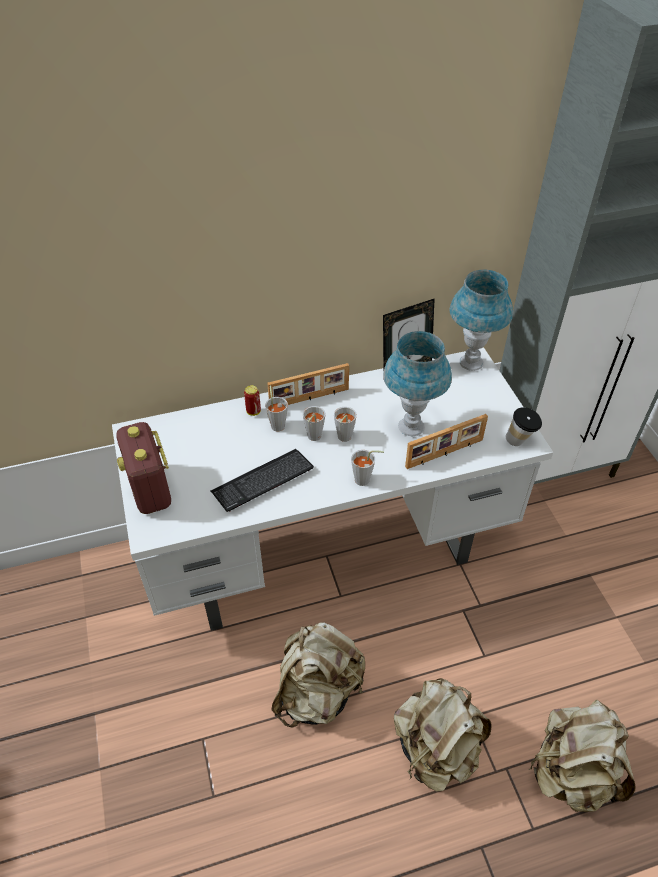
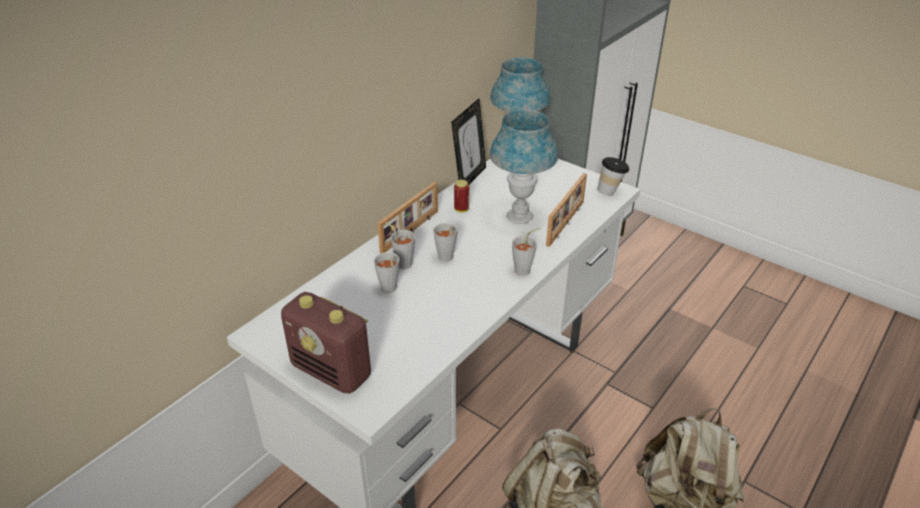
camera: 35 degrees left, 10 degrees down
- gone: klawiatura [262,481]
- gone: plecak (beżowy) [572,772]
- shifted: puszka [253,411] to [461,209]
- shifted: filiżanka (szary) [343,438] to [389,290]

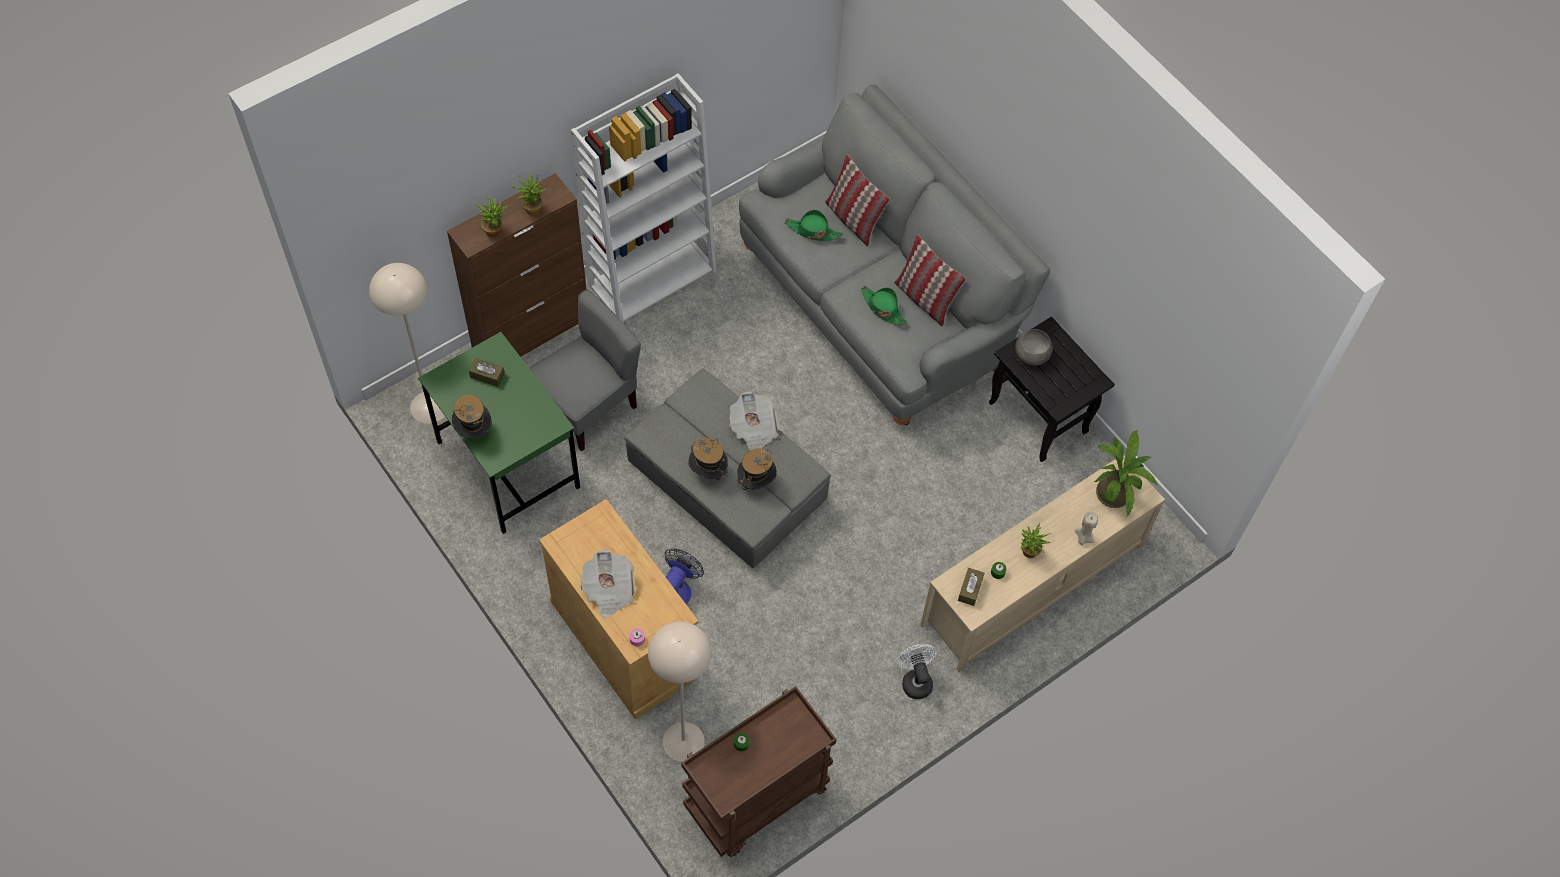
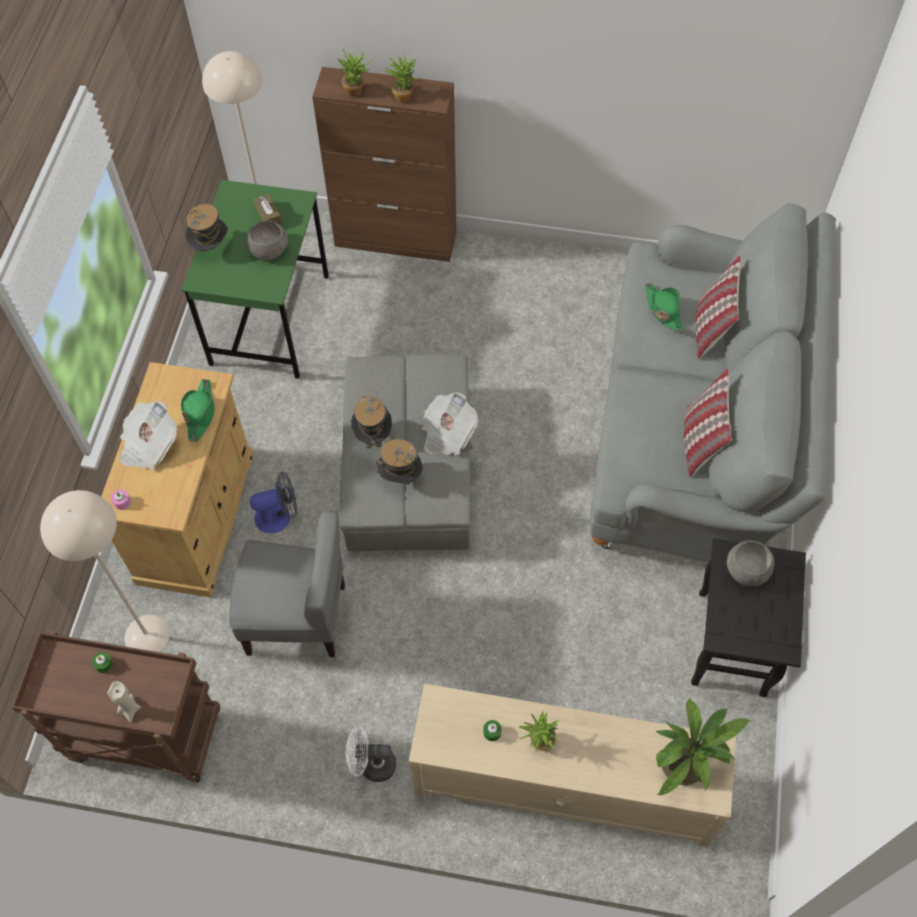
camera: 50 degrees right, 0 degrees up
- gone: regał (biały) [652,276]
- gone: pudełko chusteczek (brązowy) [970,589]
- new: miska (szary) [269,249]
- shifted: krzesło (szary) [587,406] to [297,617]
- shifted: kapelusz (zielony) [883,308] to [200,412]
- shifted: świeca (beżowy) [1083,538] to [129,709]
- rotated: wentylator (biały) [915,680] = [371,765] 120 degrees counterclockwise

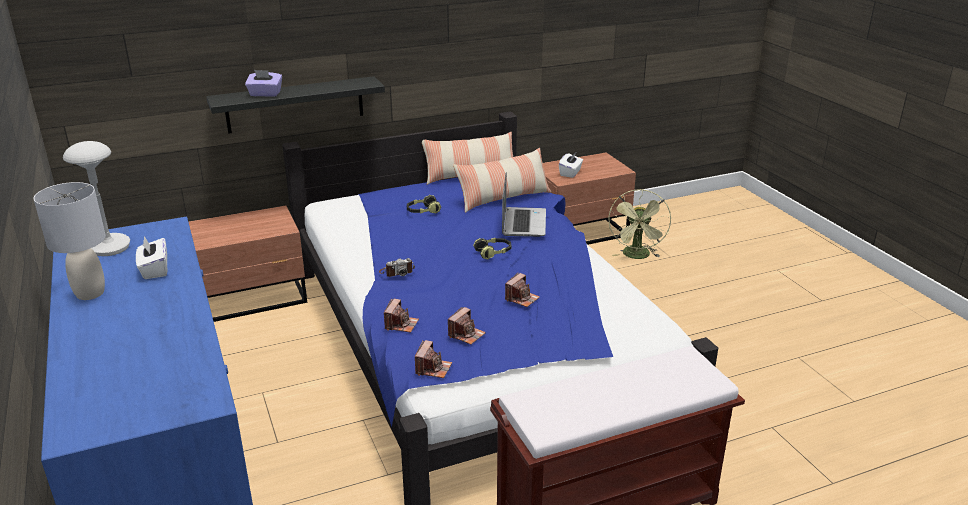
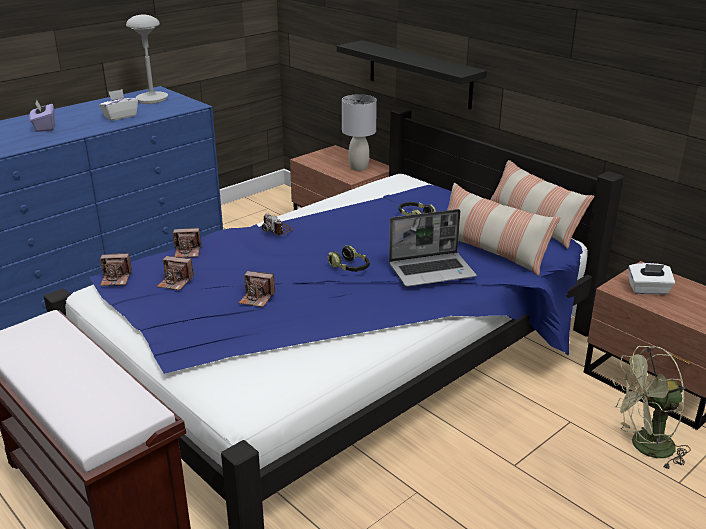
camera: 70 degrees right, 0 degrees up
- shifted: lampa stołowa (szary) [90,293] to [358,168]
- shifted: pudełko chusteczek (fioletowy) [265,94] to [44,127]

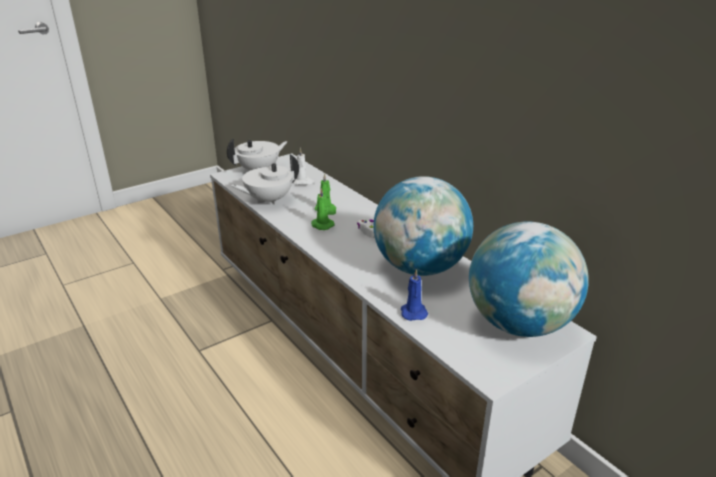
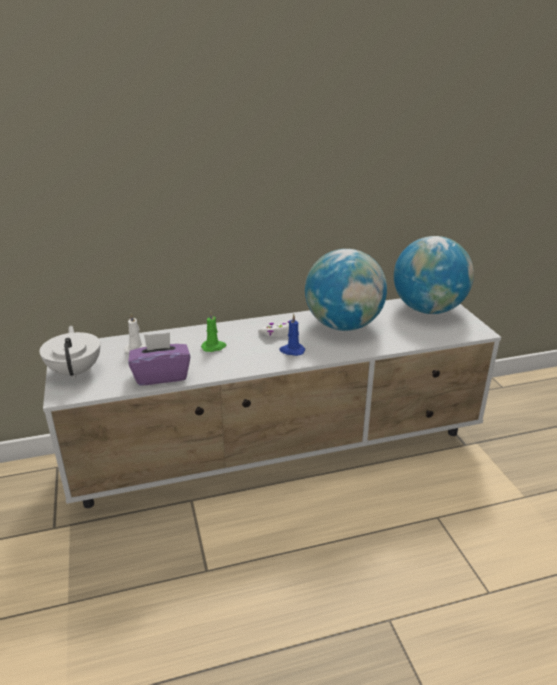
camera: 70 degrees left, 0 degrees up
- gone: świeca (zielony) [321,225]
- shifted: świeca (niebieski) [413,312] to [292,351]
- swapped: imbryk (biały) [268,200] to pudełko chusteczek (fioletowy) [161,375]

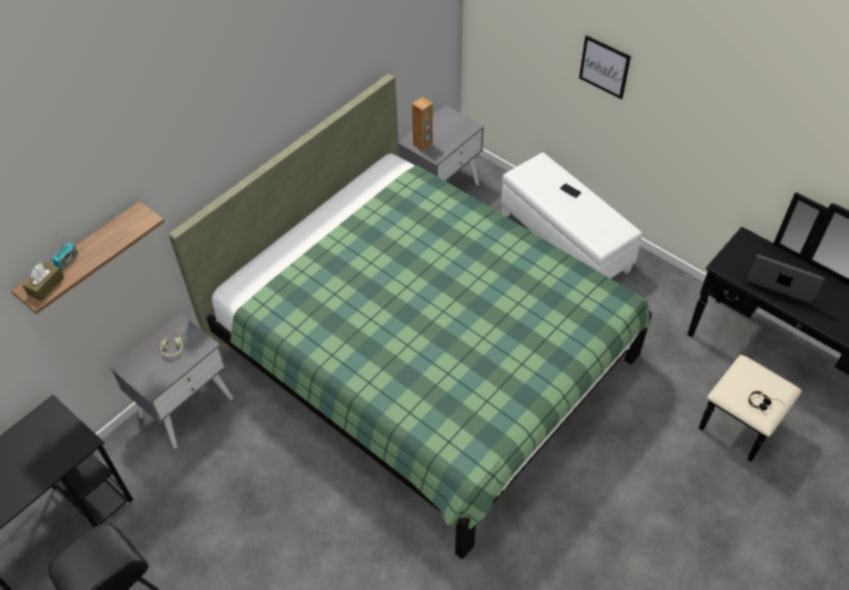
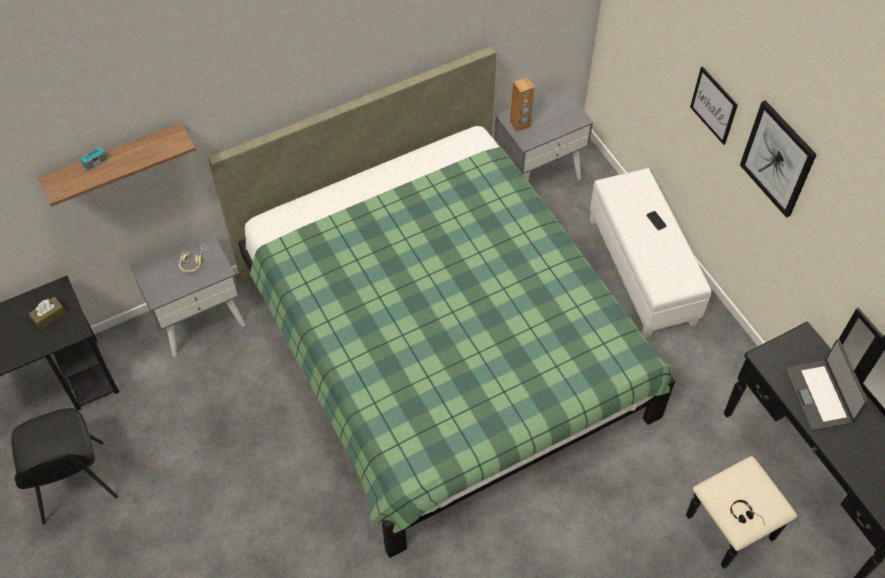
camera: 20 degrees right, 5 degrees up
- new: obraz [778,159]
- shifted: pudełko chusteczek (brązowy) [46,286] to [49,316]
- rotated: laptop [782,281] = [820,395] 150 degrees counterclockwise

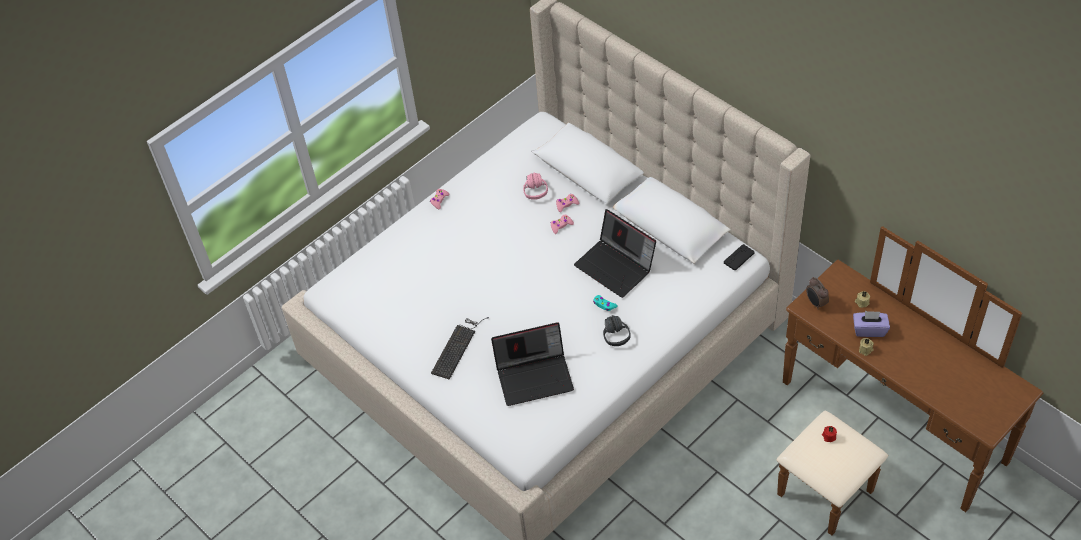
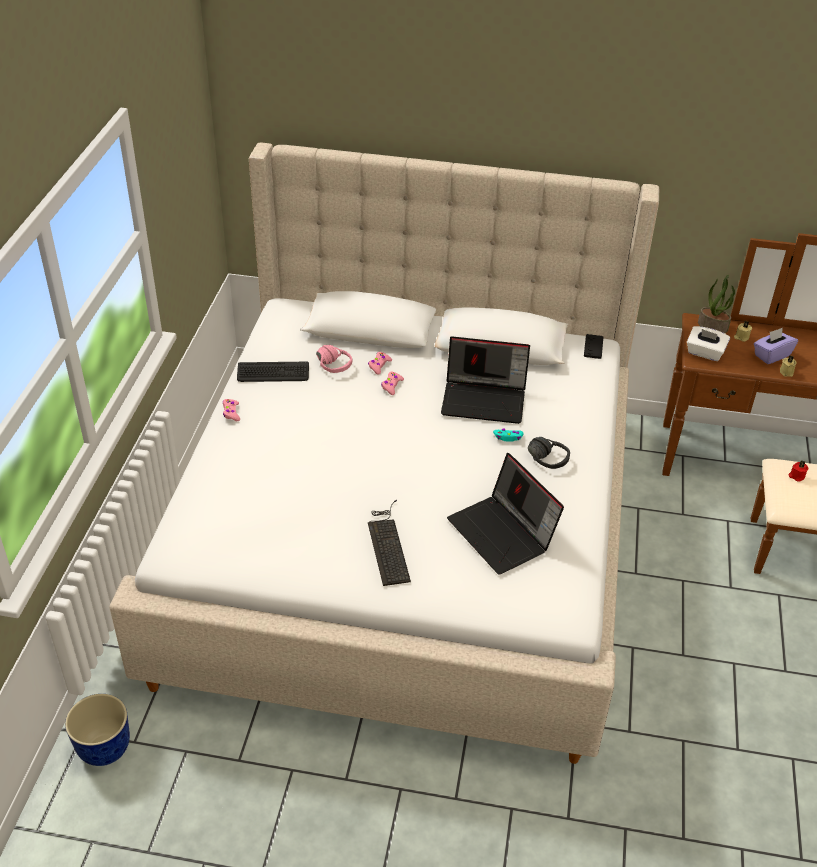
camera: 40 degrees left, 10 degrees down
- new: donica [103,749]
- new: klawiatura [273,373]
- new: roślina doniczkowa [713,326]
- swapped: budzik [815,303] to pudełko chusteczek (biały) [704,353]
- rotated: laptop [535,376] = [503,534] 105 degrees clockwise

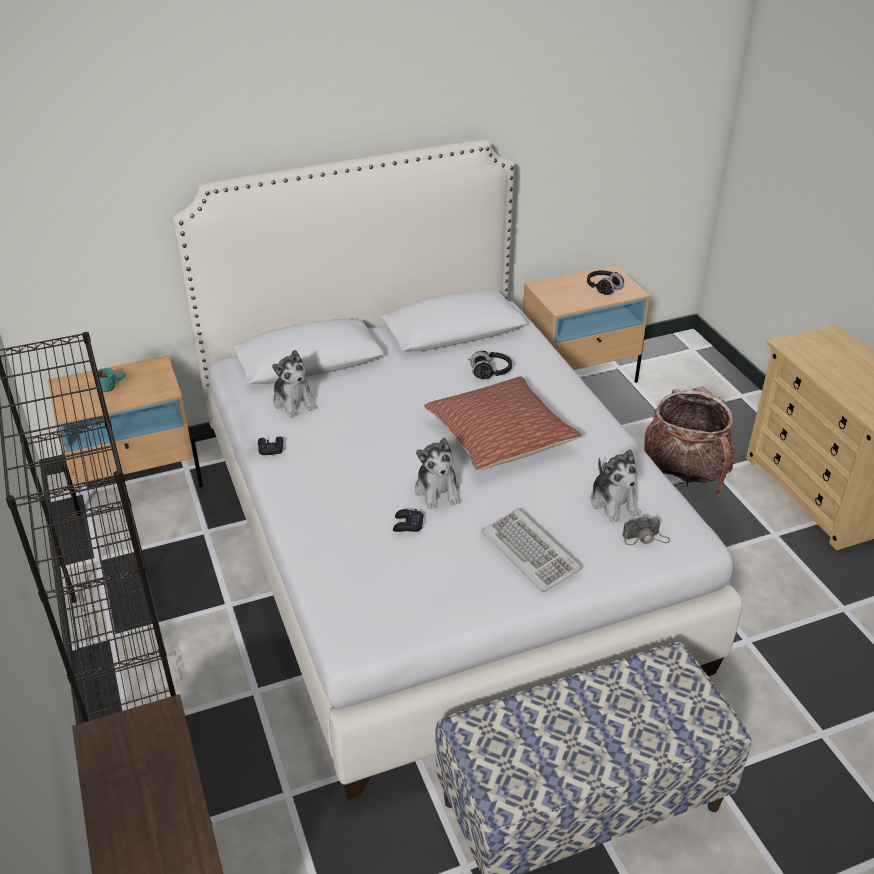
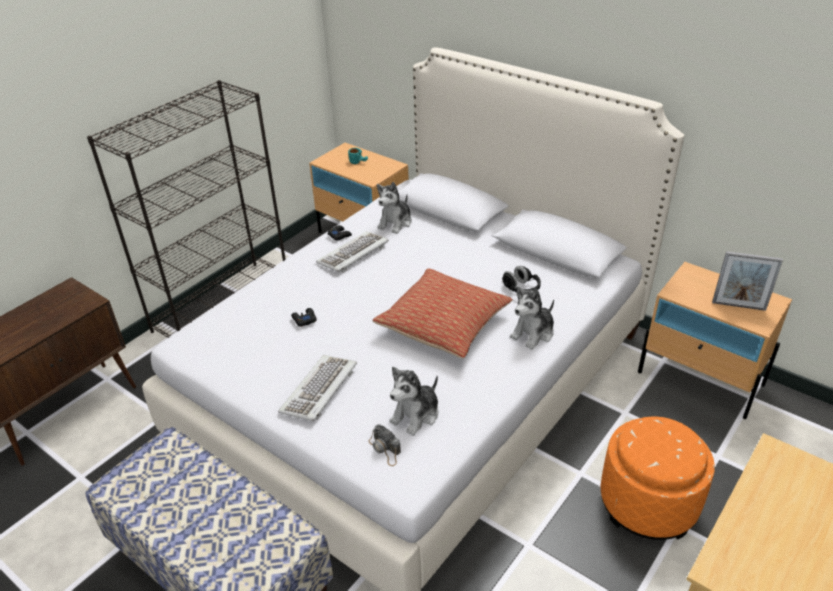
camera: 60 degrees right, 0 degrees up
- new: klawiatura [353,254]
- shifted: pluszak [437,490] to [533,333]
- swapped: słuchawki (czarny) [603,288] to ramka na zdjęcie [738,306]
- swapped: plecak [684,475] to pufa (pomarańczowy) [648,503]

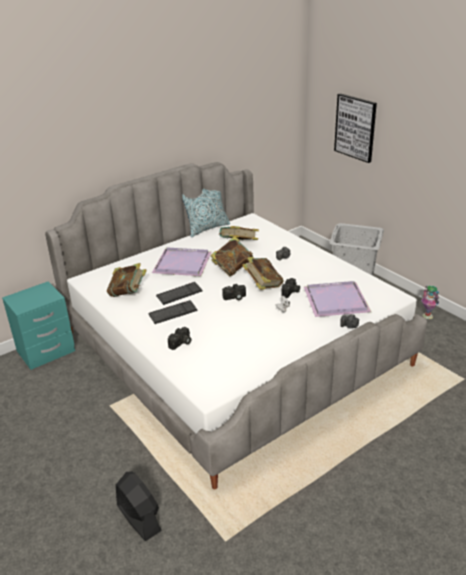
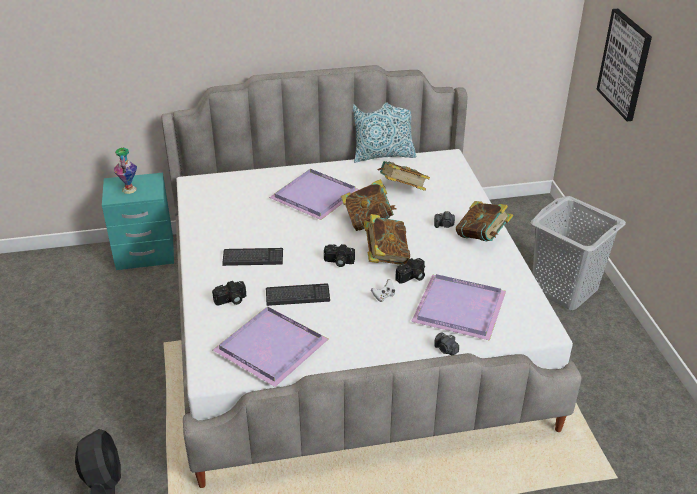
camera: 25 degrees right, 5 degrees up
- new: taca (fioletowy) [273,347]
- shifted: książka [128,293] to [482,237]
- shifted: klawiatura [179,294] to [297,296]
- shifted: wazon [427,316] to [129,189]

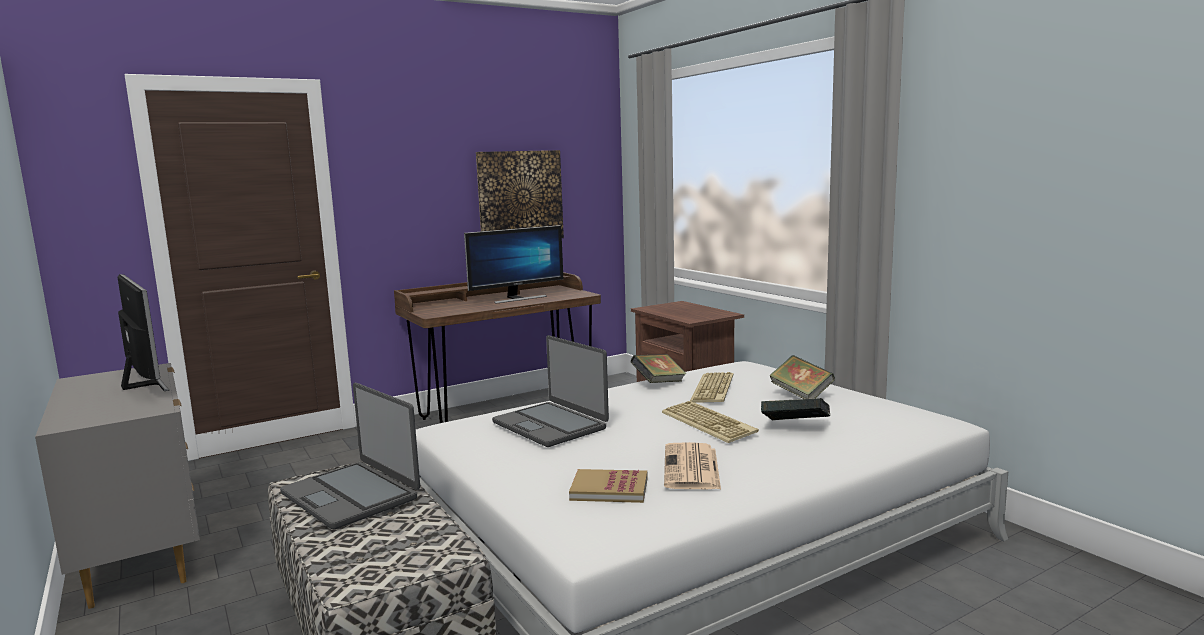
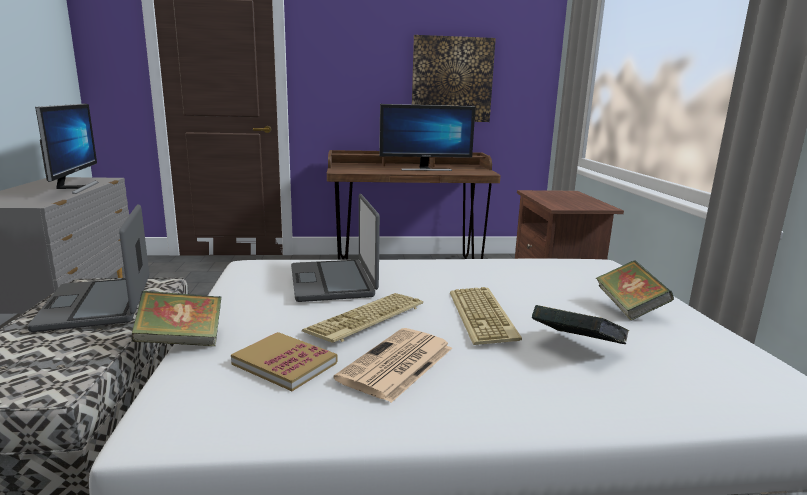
camera: 25 degrees right, 5 degrees up
- shifted: książka [658,383] to [181,341]
- shifted: klawiatura [714,389] to [367,319]

